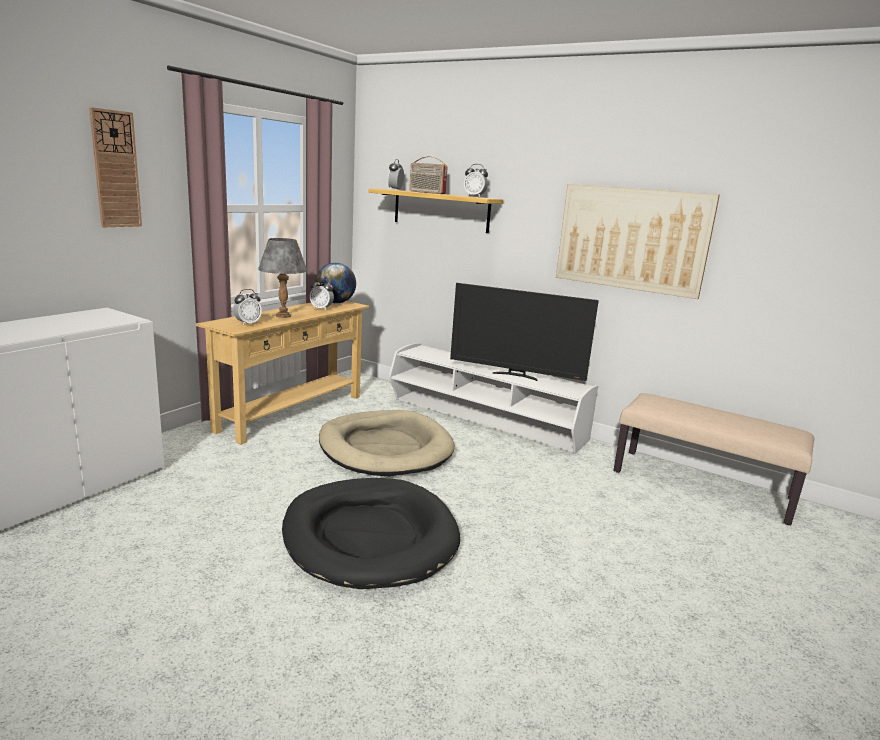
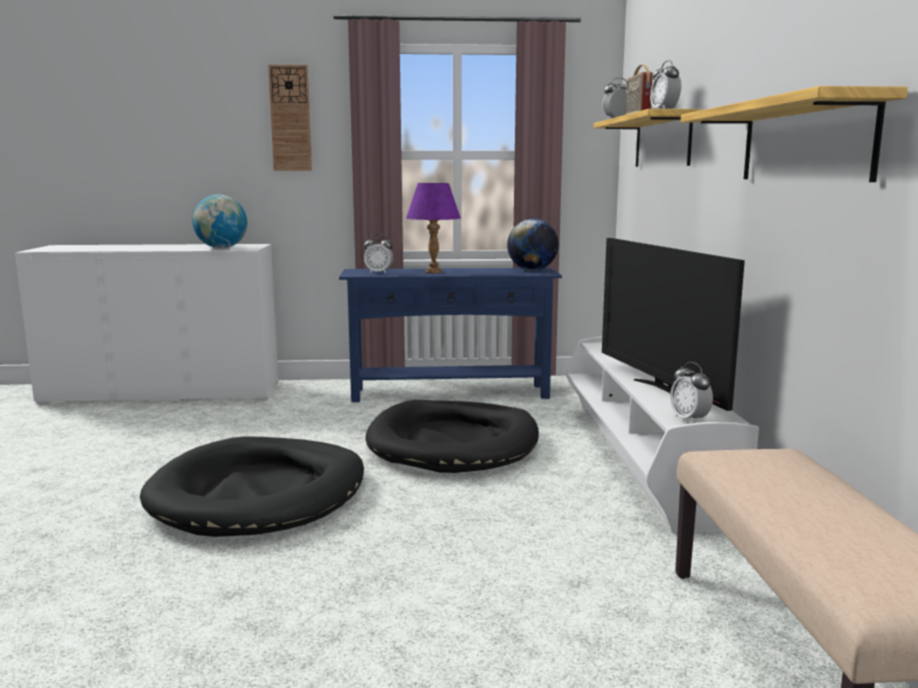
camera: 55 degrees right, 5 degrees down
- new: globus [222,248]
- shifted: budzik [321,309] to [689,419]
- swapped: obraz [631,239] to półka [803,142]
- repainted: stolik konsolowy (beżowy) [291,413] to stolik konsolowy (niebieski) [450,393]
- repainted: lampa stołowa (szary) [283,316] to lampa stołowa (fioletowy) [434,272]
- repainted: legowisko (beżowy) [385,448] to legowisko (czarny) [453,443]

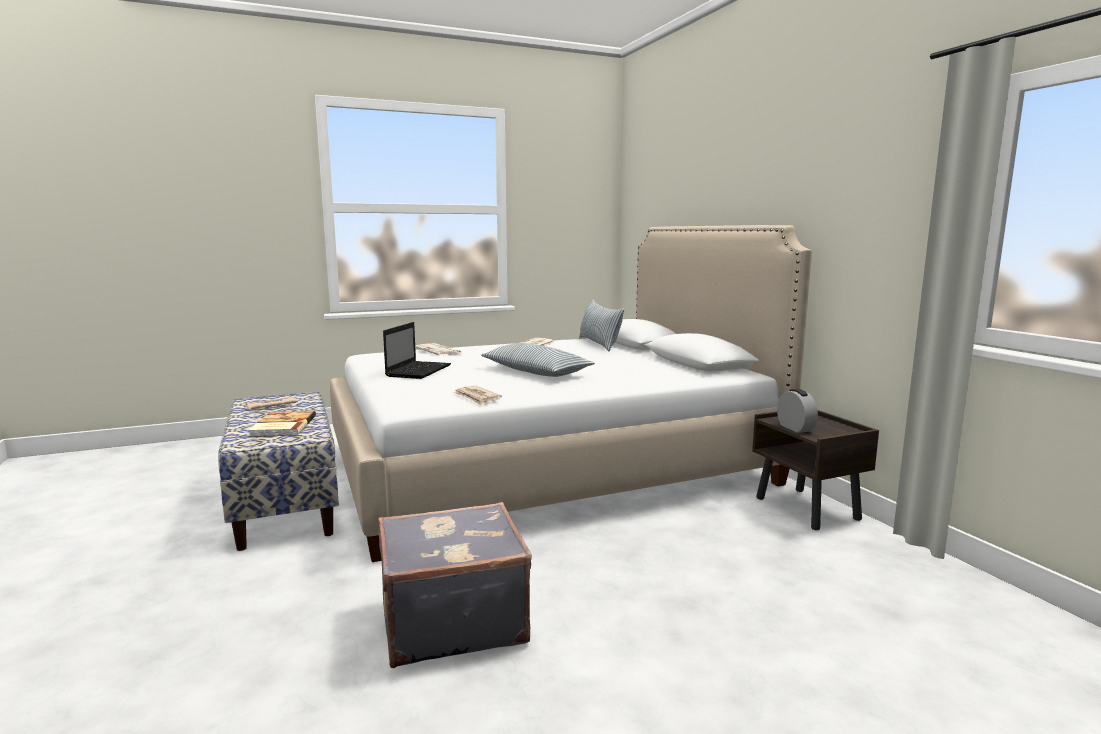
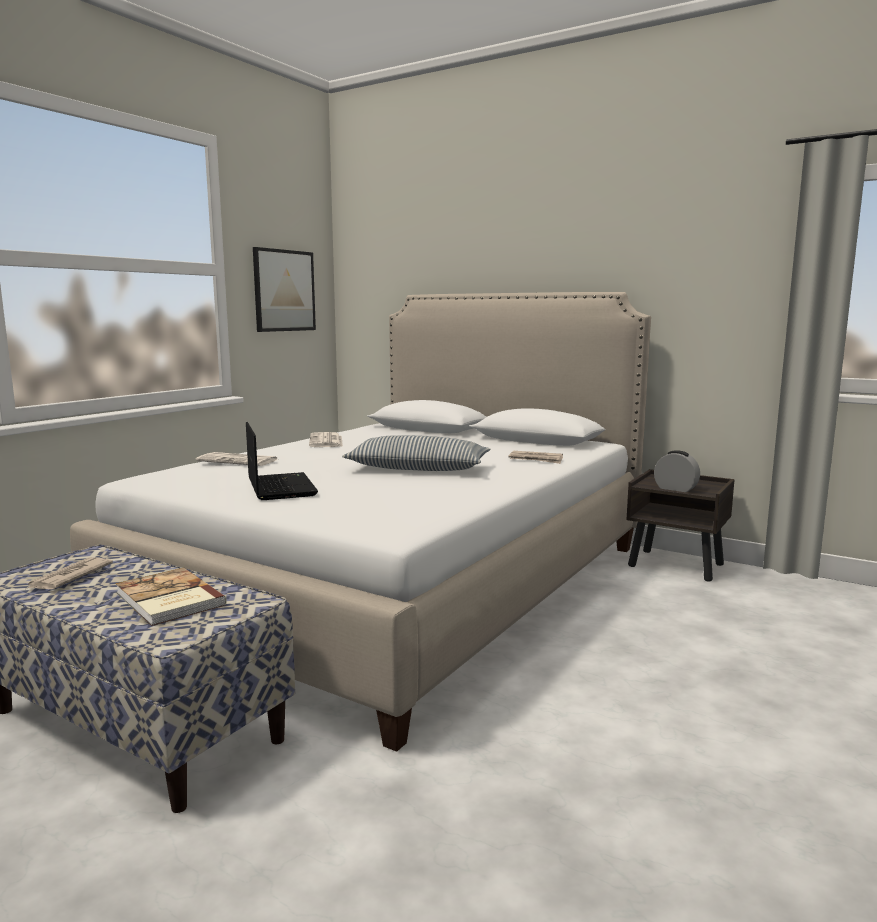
camera: 35 degrees left, 0 degrees up
- gone: walizka (szary) [451,620]
- gone: poduszka [599,343]
- new: obraz [284,290]
- shifted: gazeta [476,397] to [536,459]

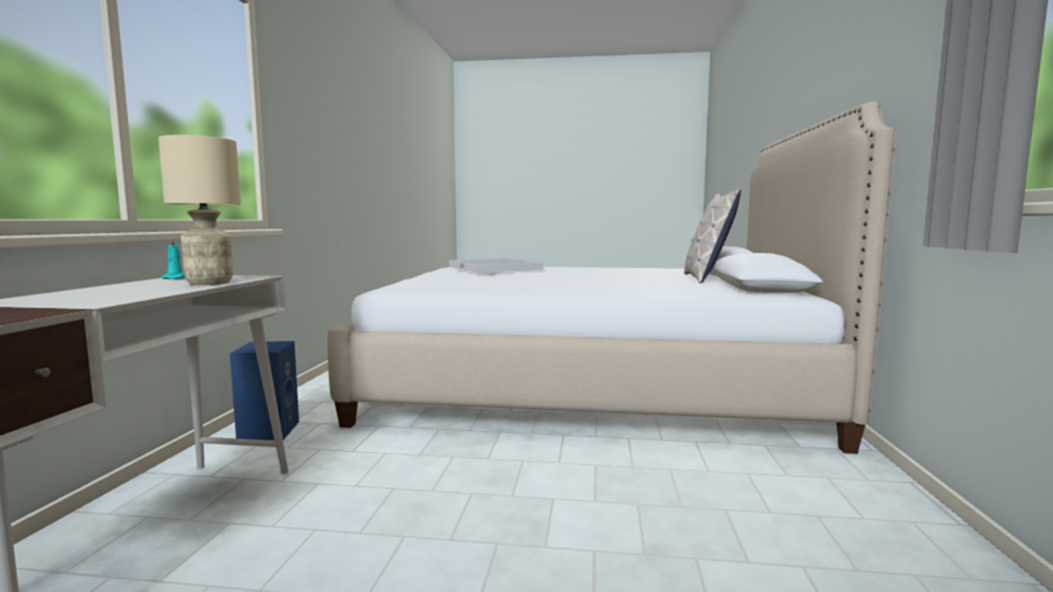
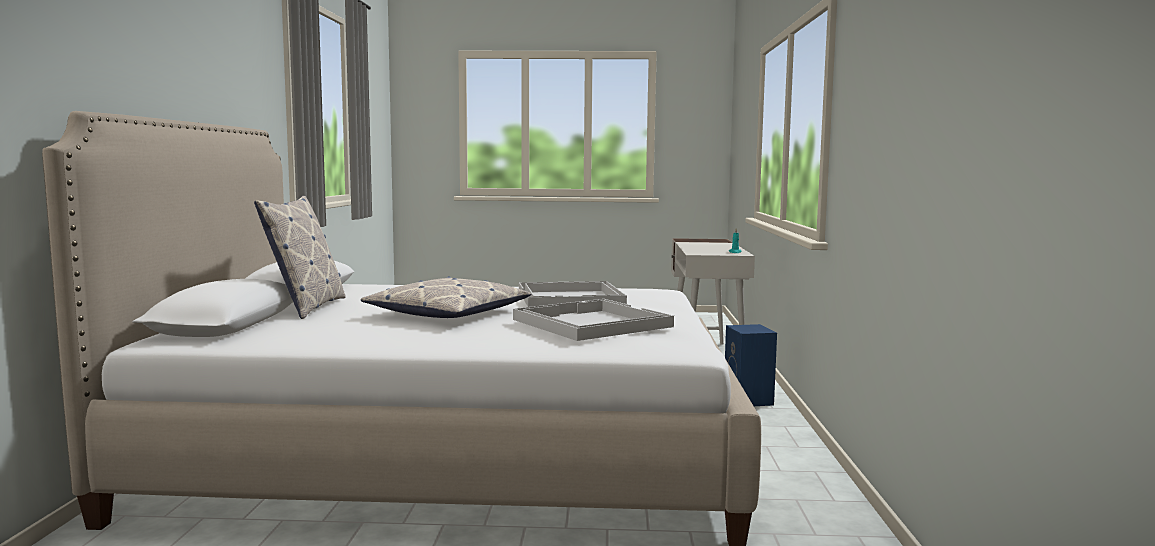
camera: 175 degrees right, 0 degrees up
- gone: lampa stołowa (beżowy) [209,283]
- new: poduszka [448,313]
- new: taca (biały) [571,298]

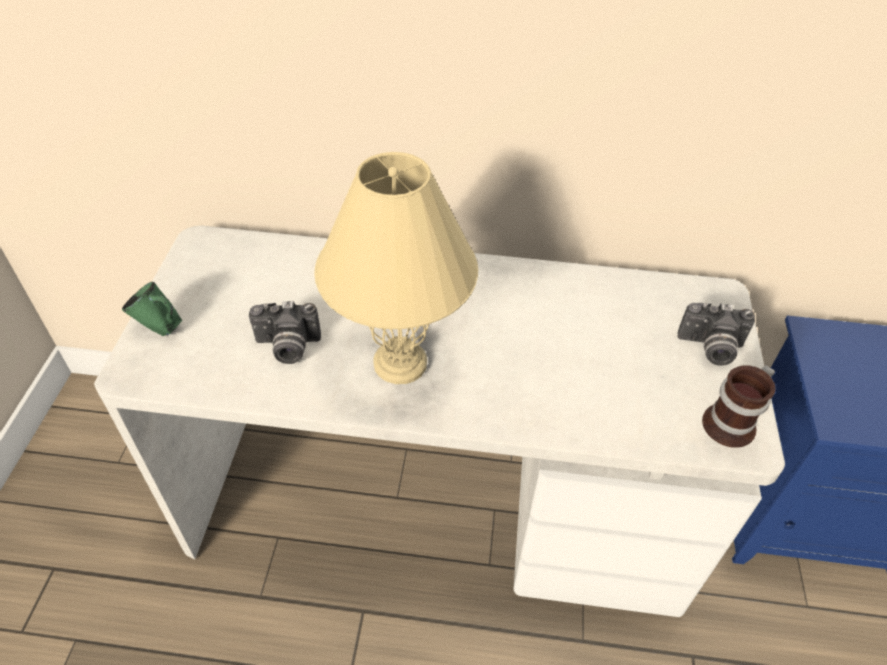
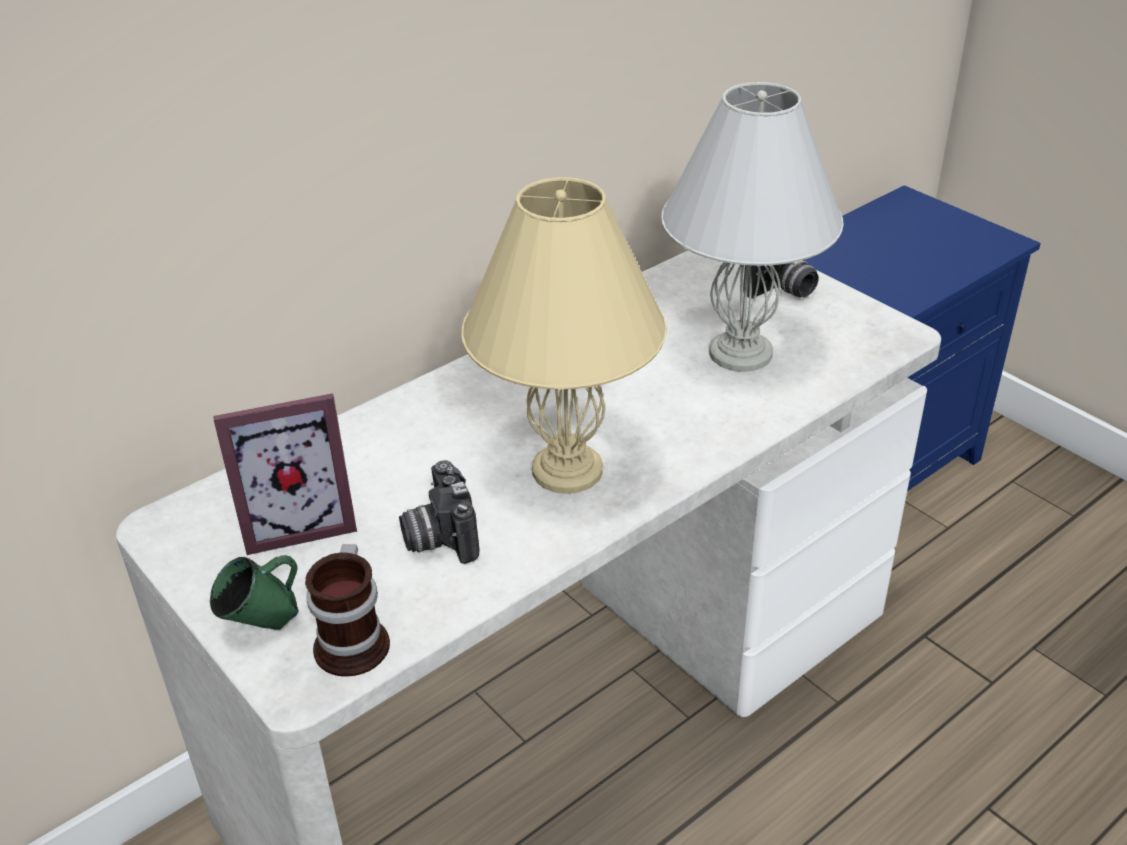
camera: 45 degrees left, 10 degrees down
- new: ramka na zdjęcie [298,522]
- new: lampa stołowa (biały) [741,352]
- shifted: kubek [734,424] to [356,640]
- rotated: aparat fotograficzny [287,347] = [438,537] 120 degrees clockwise

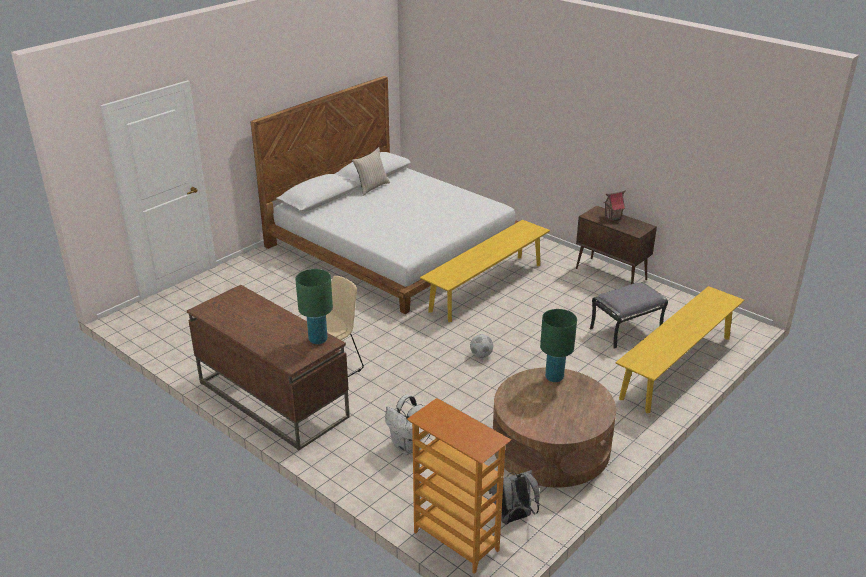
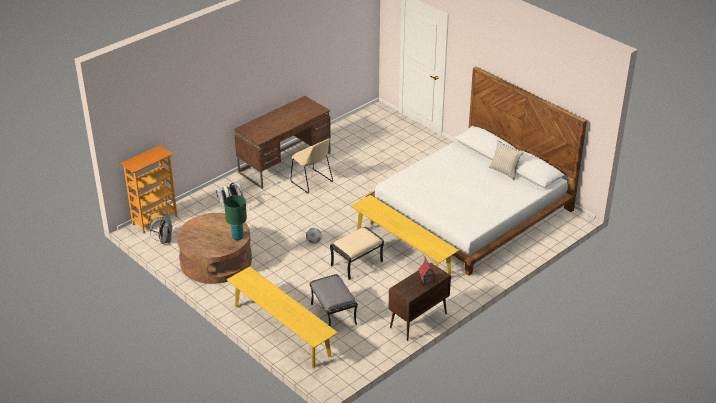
camera: 95 degrees right, 5 degrees up
- gone: lampa stołowa (zielony) [318,340]
- new: pufa (beżowy) [357,264]

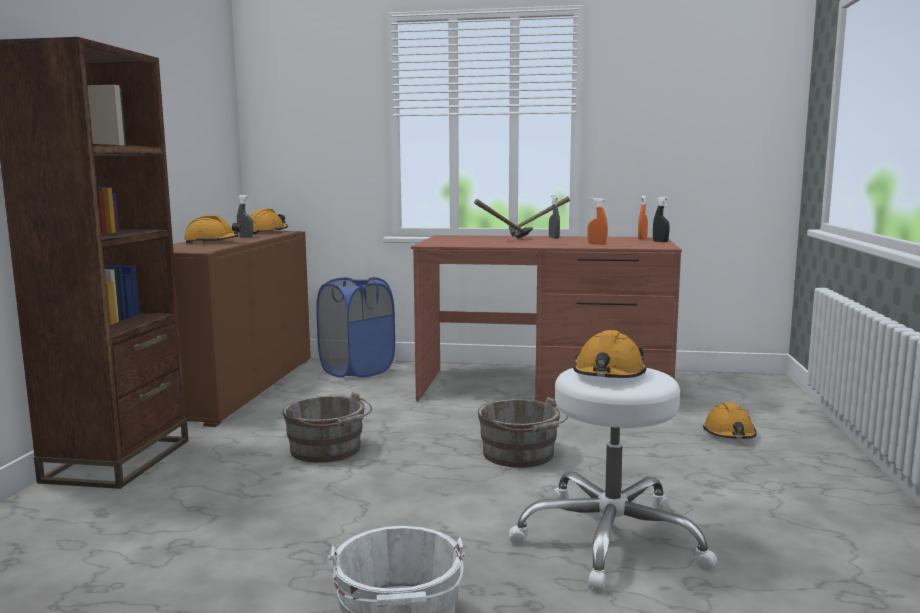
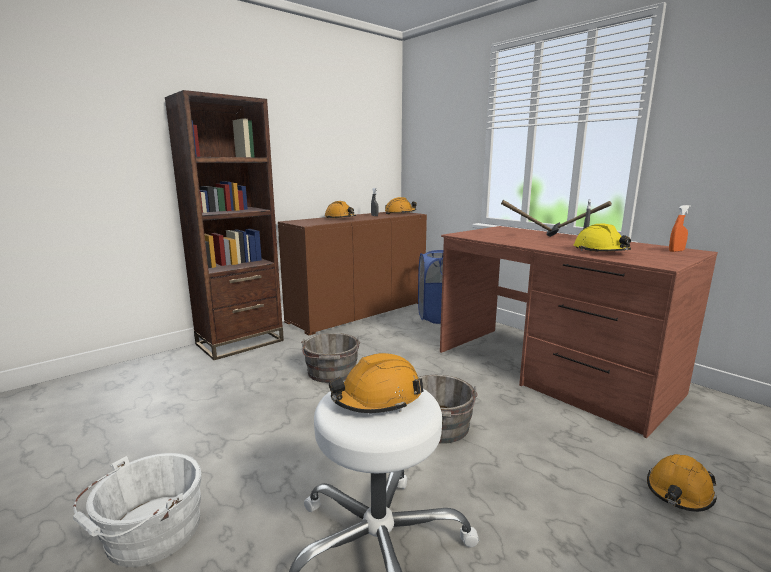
camera: 40 degrees right, 5 degrees up
- gone: spryskiwacz (czarny) [660,241]
- swapped: spryskiwacz (pomarańczowy) [597,244] to kask (żółty) [600,251]

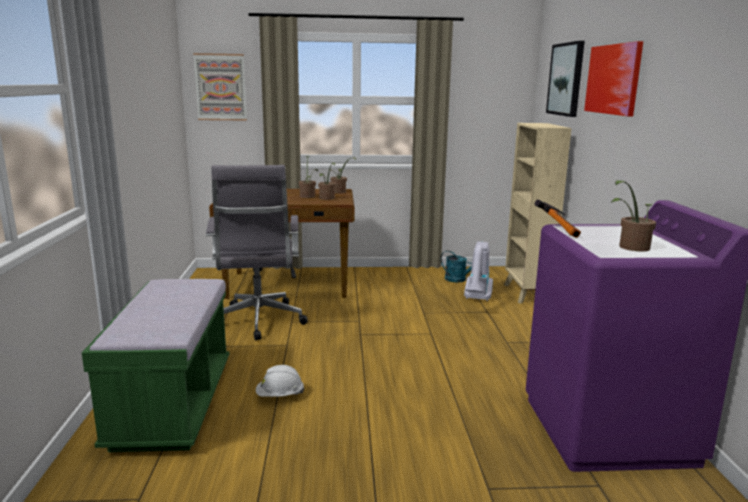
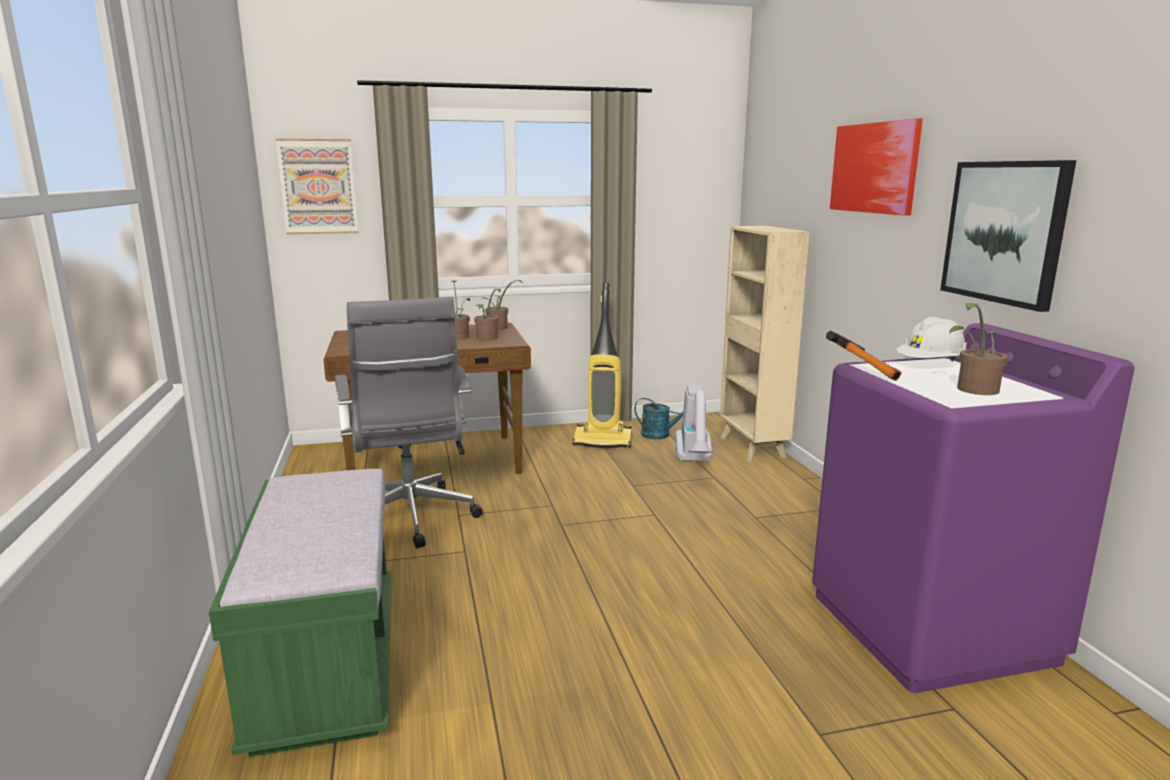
camera: 10 degrees left, 0 degrees up
- new: odkurzacz [603,441]
- shifted: kask (biały) [279,396] to [930,365]
- shifted: obraz [566,79] to [1005,232]

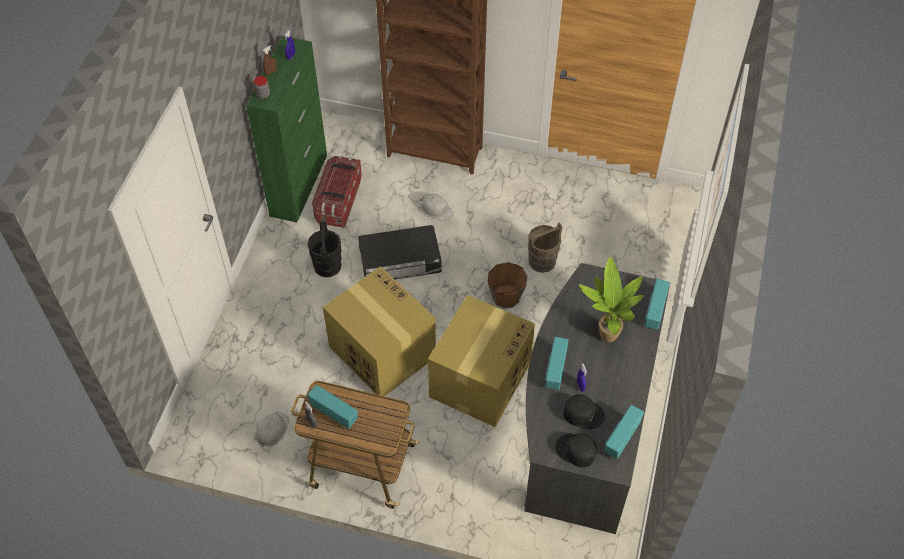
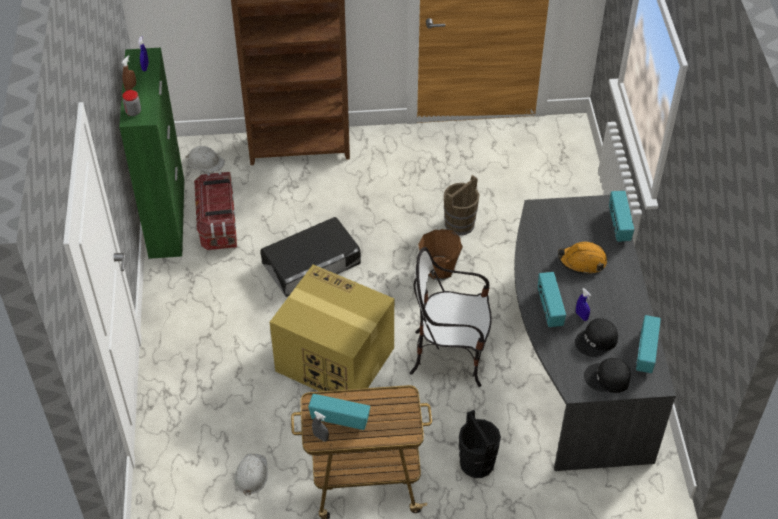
camera: 20 degrees left, 5 degrees down
- shifted: wiadro (czarny) [327,266] to [477,463]
- shifted: kask (biały) [436,209] to [205,162]
- swapped: karton [480,378] to krzesło [450,355]
- swapped: roślina doniczkowa [605,336] to kask (pomarańczowy) [582,262]
- rotated: czapka z daszkiem (czarny) [583,413] = [597,341] 150 degrees clockwise

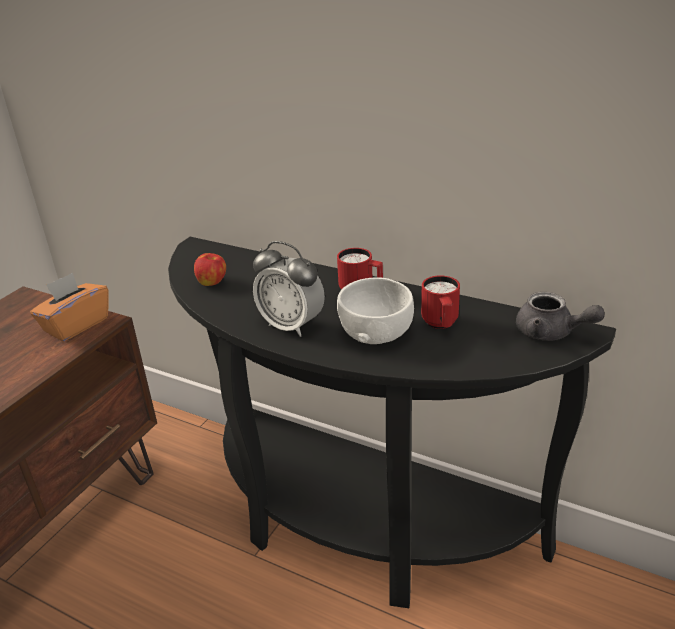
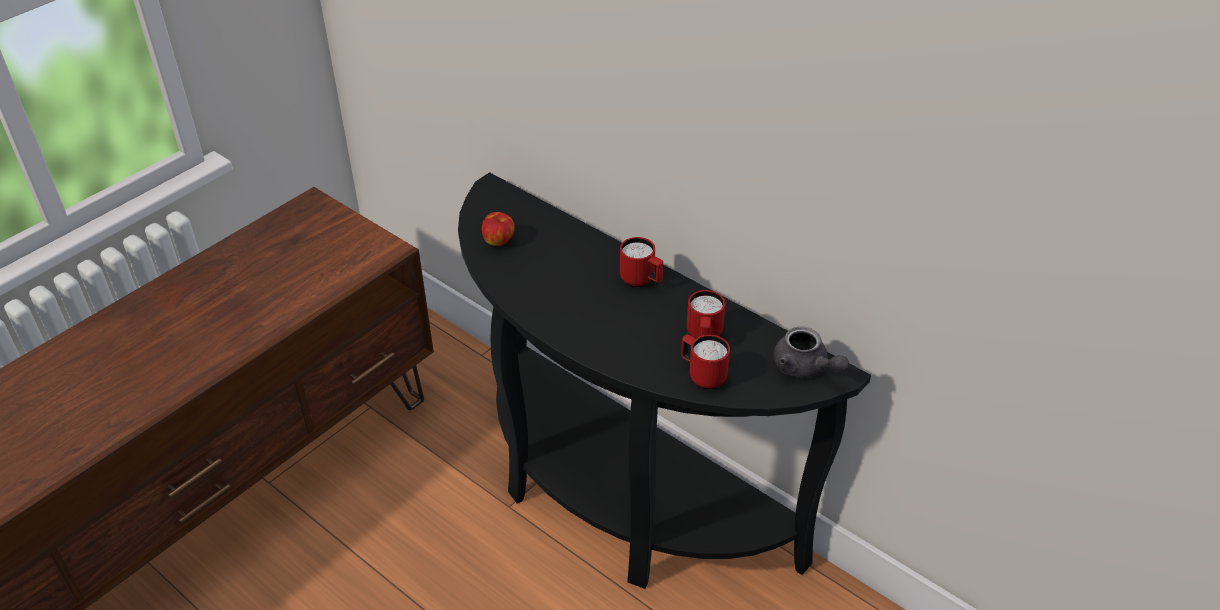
camera: 10 degrees right, 10 degrees up
- gone: pudełko chusteczek (pomarańczowy) [76,325]
- gone: budzik [291,325]
- gone: miska (biały) [375,332]
- new: kubek (czerwony) [702,376]

